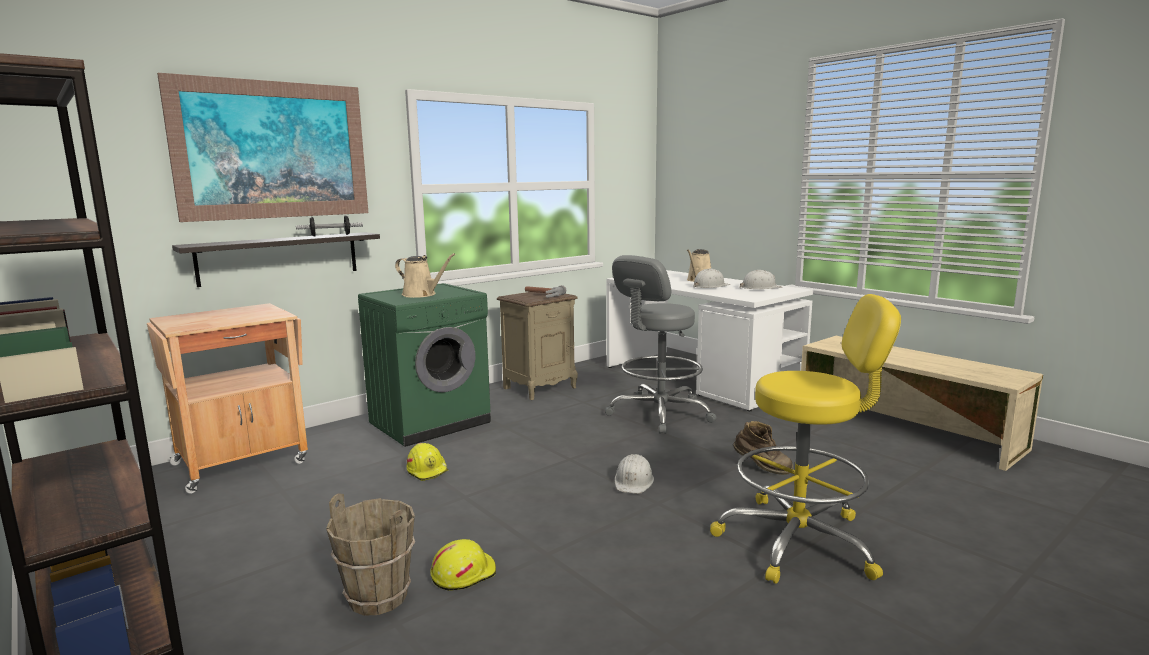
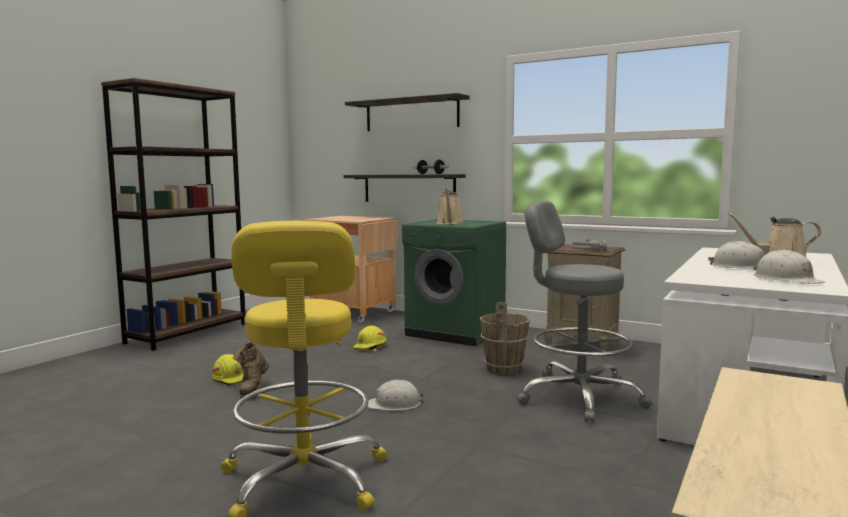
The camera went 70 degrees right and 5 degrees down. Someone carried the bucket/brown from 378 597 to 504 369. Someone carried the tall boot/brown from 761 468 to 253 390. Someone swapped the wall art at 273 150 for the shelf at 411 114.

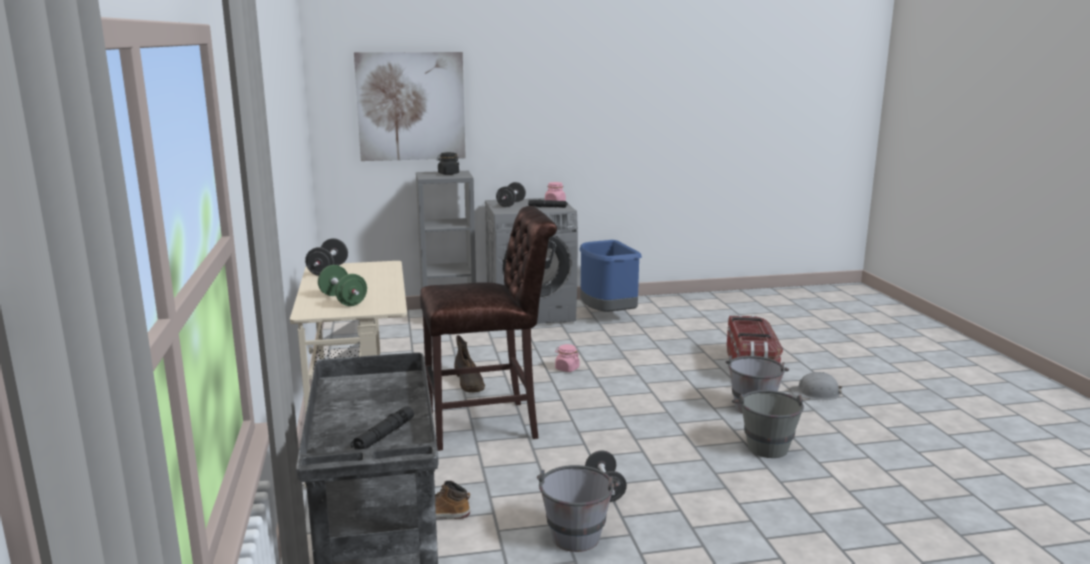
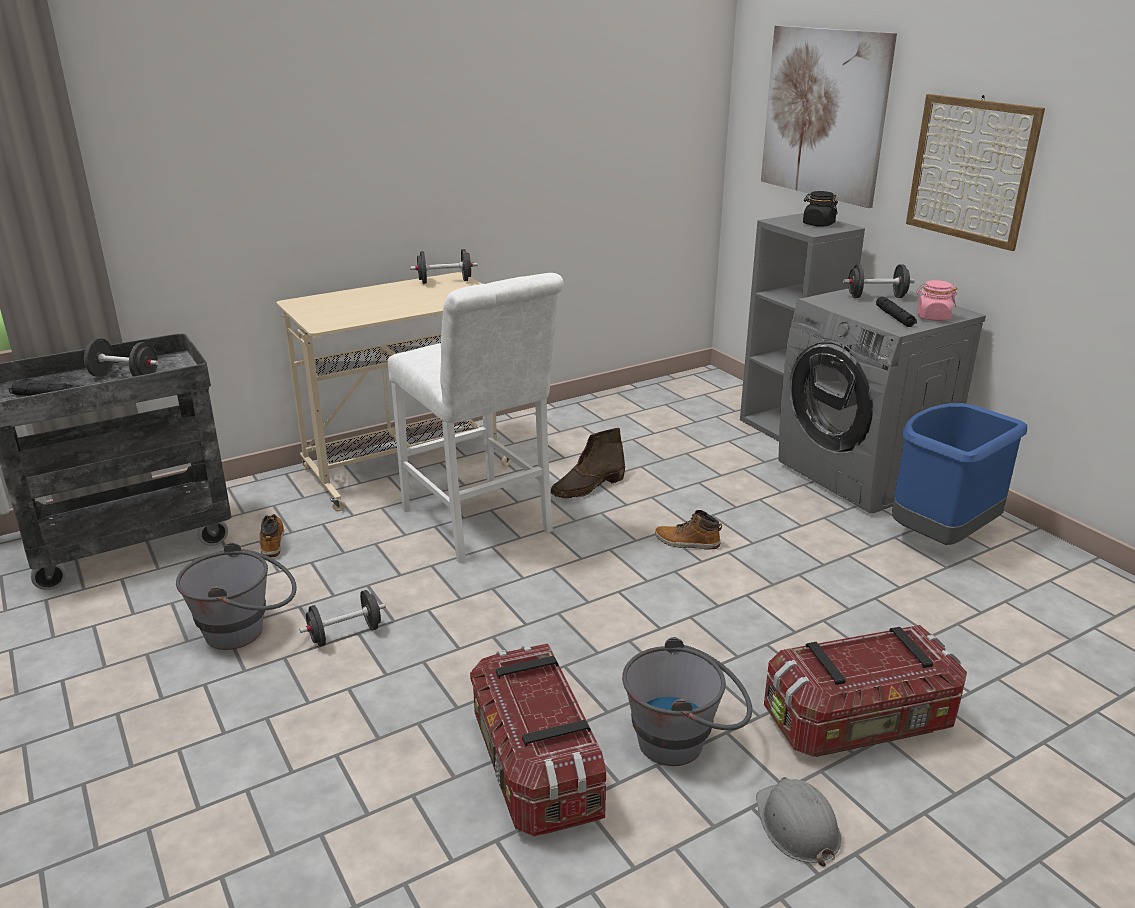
The camera went 70 degrees right and 10 degrees up. Someone took away the hand weight/green at 343 300. Someone put down the hand weight/black at 125 377. Someone put up the wall art at 971 167. Someone swapped the jar/pink at 567 368 for the tall boot at 687 543. Someone swapped the bucket/gray at 765 444 for the storage container at 535 768. Someone repainted the stool seat/brown at 489 424, which became the stool seat/white at 480 524.

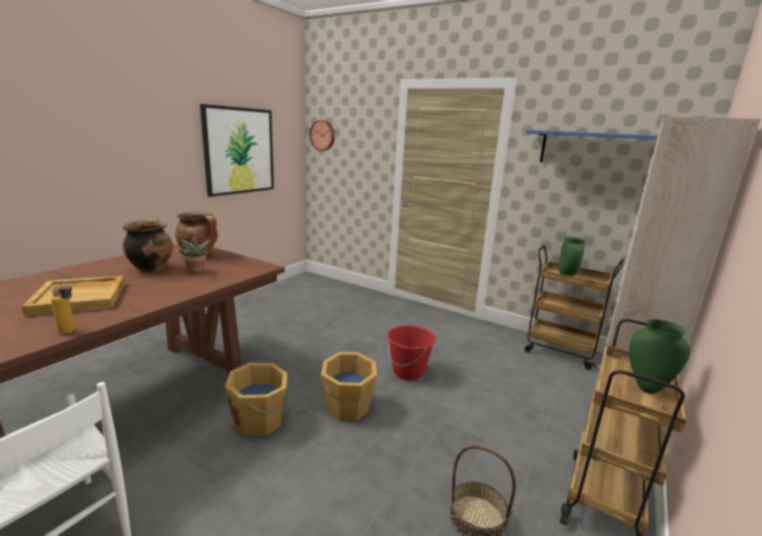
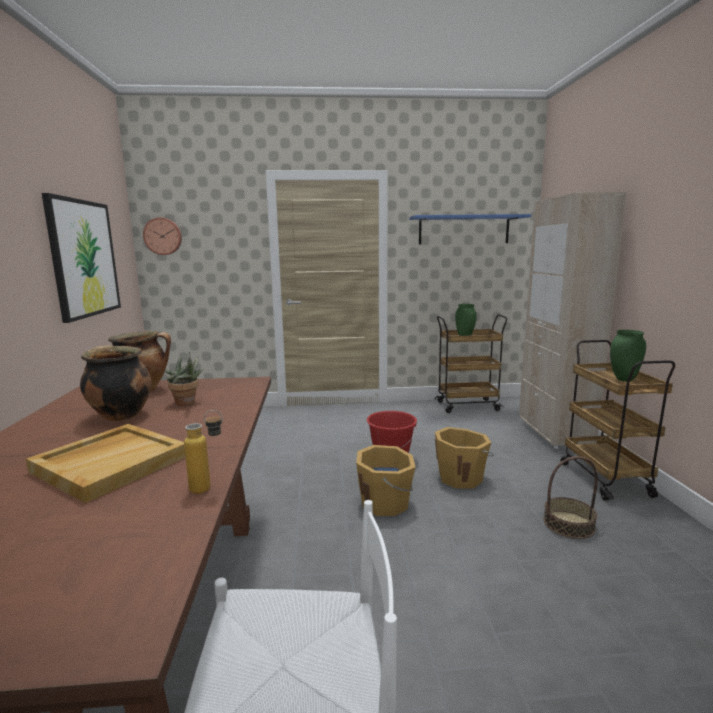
The camera went 35 degrees left and 5 degrees down. Someone carried the bucket/orangey from 260 421 to 461 478.

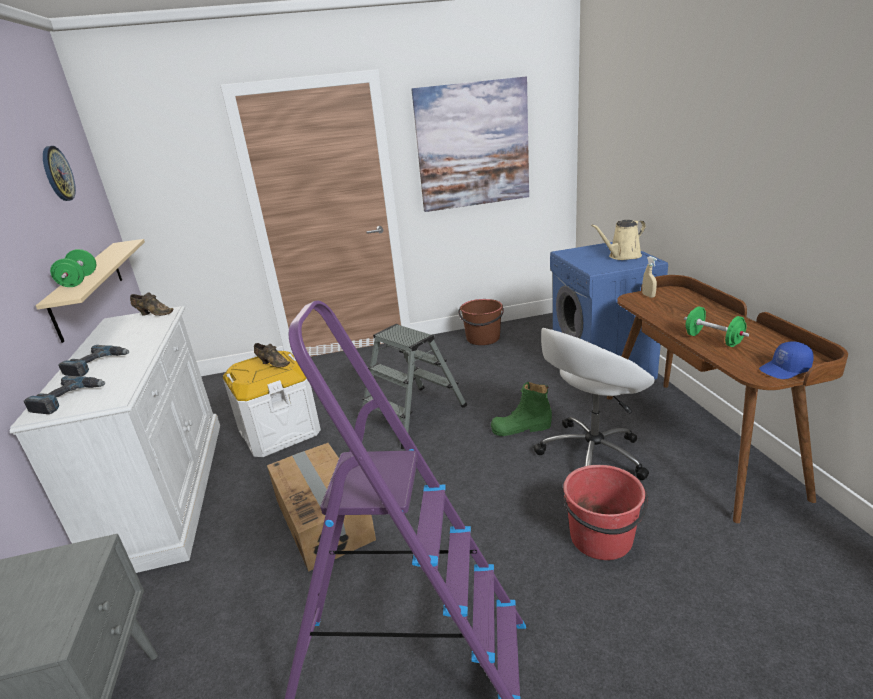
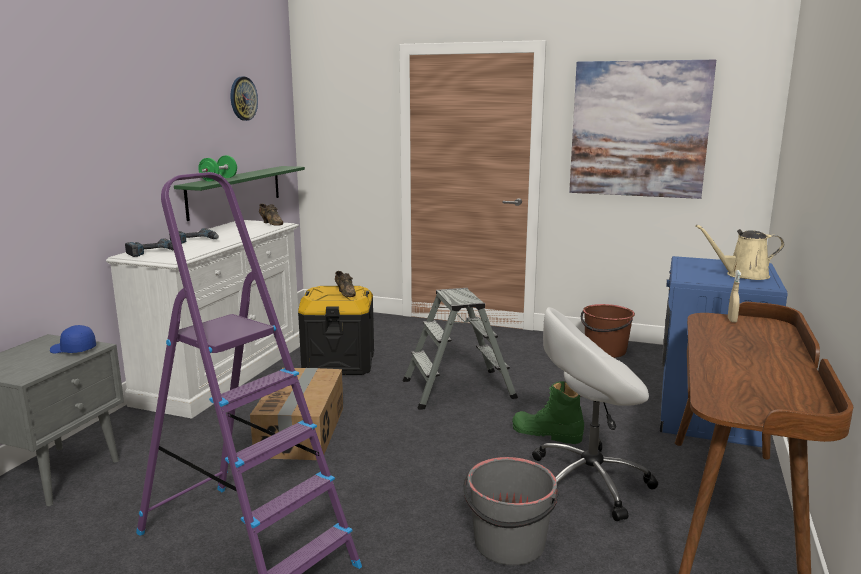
The camera went 30 degrees right and 10 degrees down. Someone took away the hand weight/green at 713 340. Someone carried the peaked cap/blue from 785 370 to 72 350. Someone repainted the shelf/beige-coloured at 88 288, which became the shelf/green at 235 191. Someone repainted the storage container/white at 279 431, which became the storage container/black at 339 362. Someone repainted the bucket/reddish at 601 538, which became the bucket/gray at 509 544.

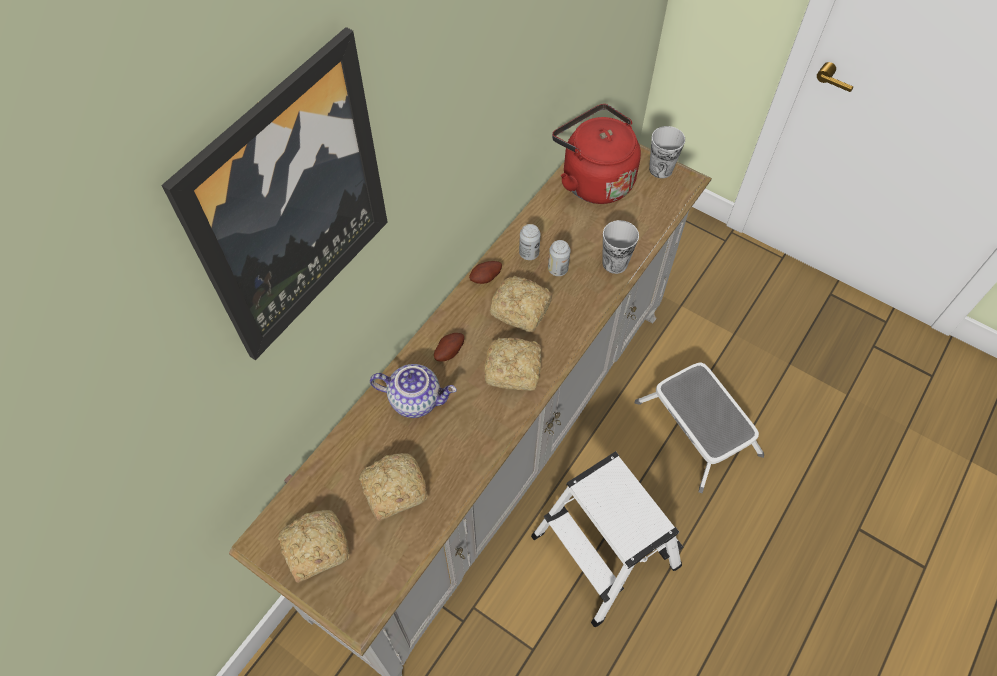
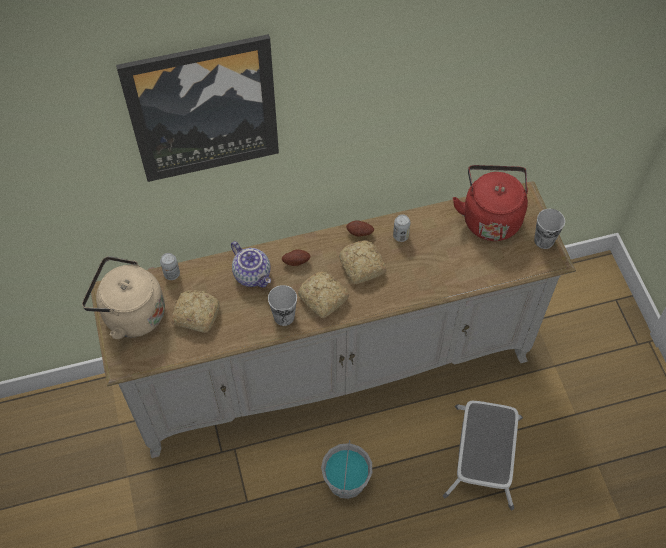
The camera went 40 degrees right and 0 degrees up. Someone carried the metal can from 558 269 to 172 274. Someone carried the cup from 615 263 to 284 316. Someone swapped the baked bread at 314 548 for the kettle/beige-coloured at 130 314. Someone swapped the step stool/white at 605 549 for the bucket/gray at 345 481.

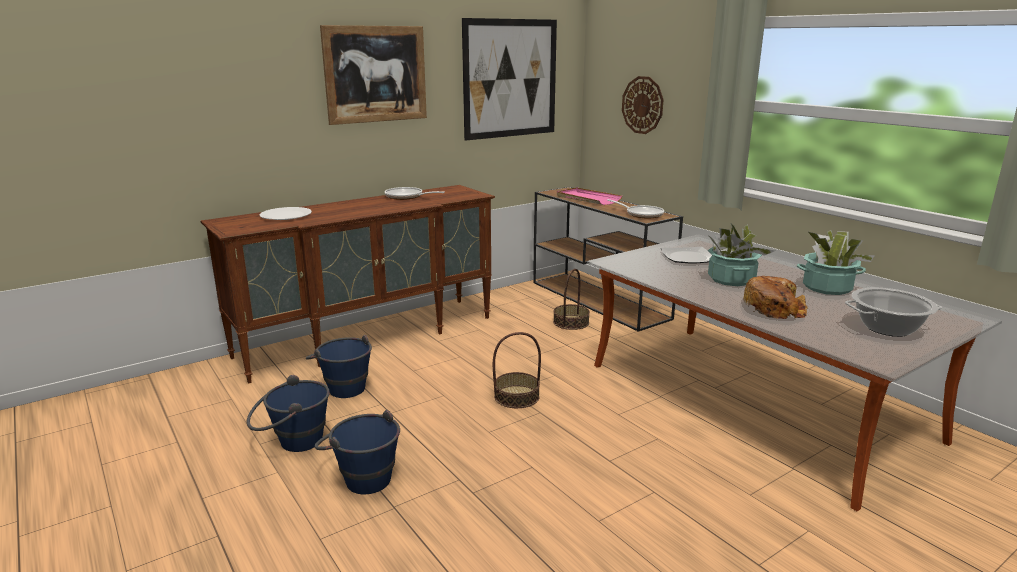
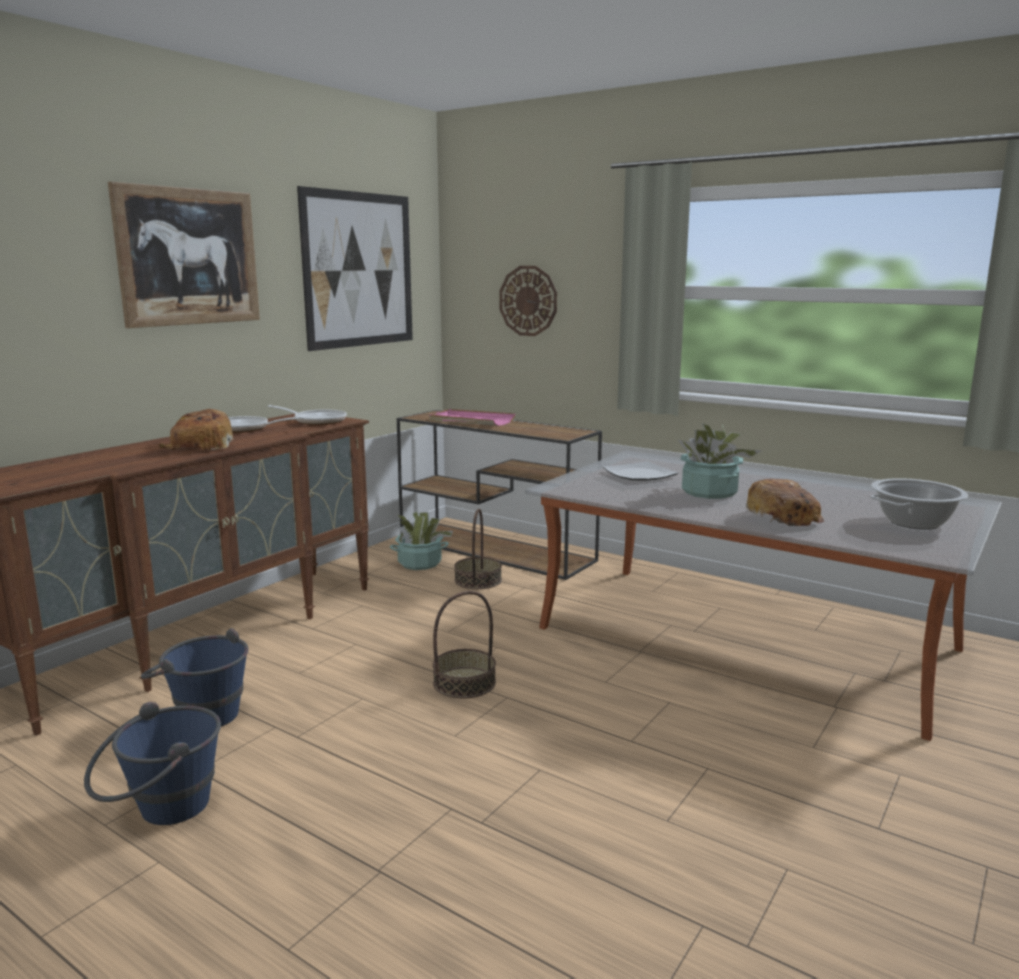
The camera went 20 degrees left and 5 degrees down. Someone took away the plate/white at 286 215. Someone took away the bucket/blue at 361 476. Someone put down the baked bread at 197 446. Someone carried the frying pan from 642 214 to 316 421. Someone carried the potted plant from 827 287 to 420 563.

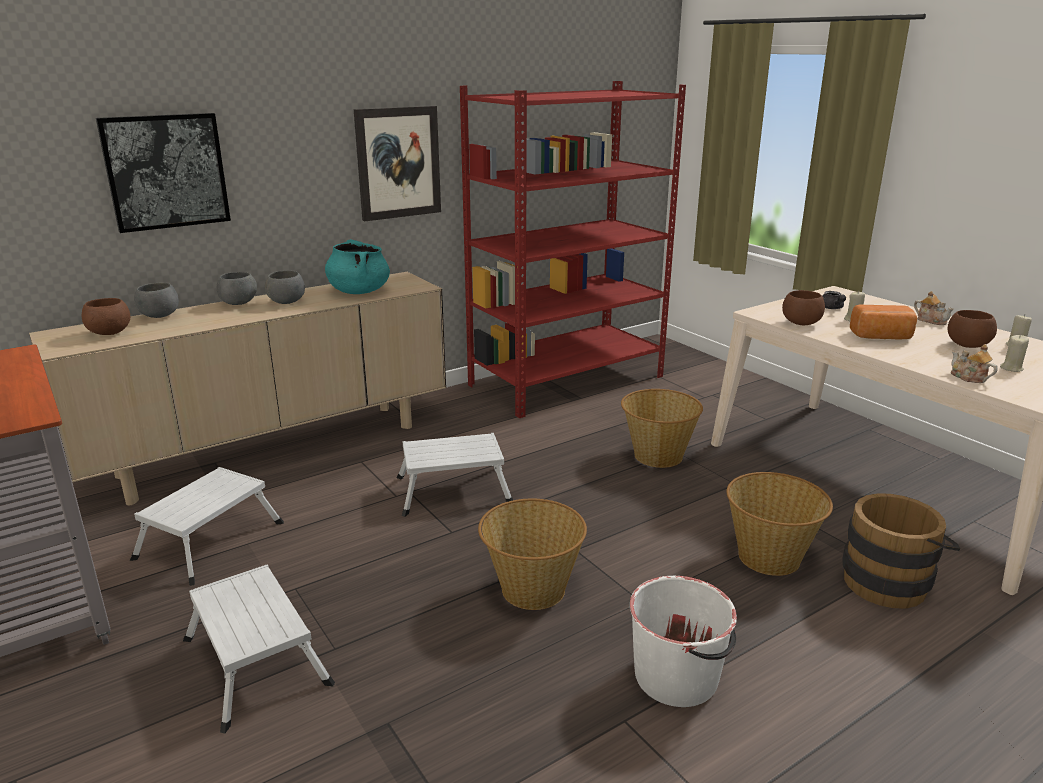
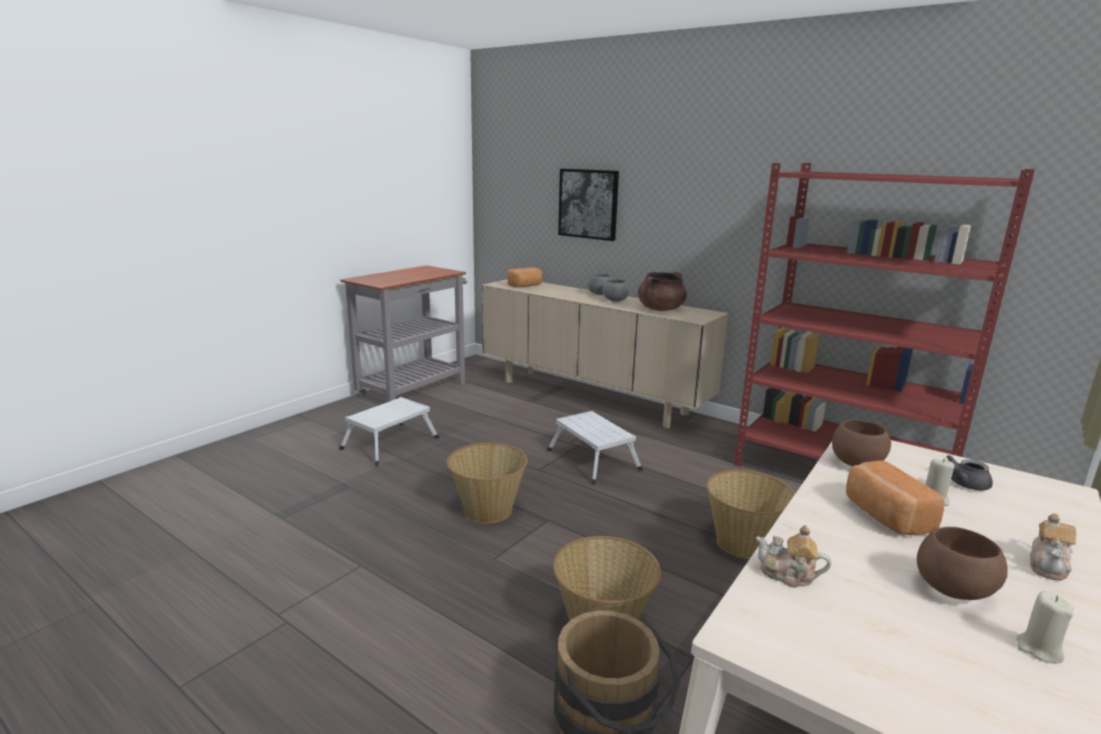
The camera went 70 degrees right and 5 degrees down. Someone took away the step stool/white at 210 540. Someone took away the serving bowl/gray at 159 316. Someone took away the wall art at 398 163. Someone took away the bucket/white at 677 677. Someone took away the wax candle/beige-coloured at 1011 368. Someone swapped the serving bowl/brown at 109 333 for the baked bread at 526 286. Someone repainted the saucepot/blue-green at 359 291, which became the saucepot/brown at 661 309. Someone rotated the tea pot at 968 377 by 105 degrees counterclockwise.

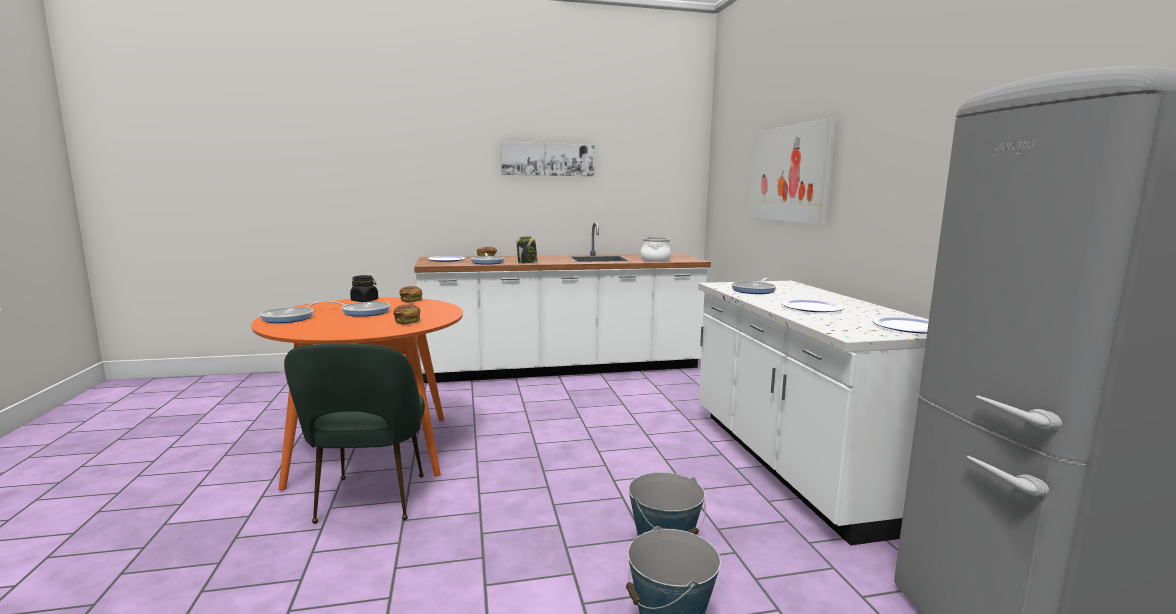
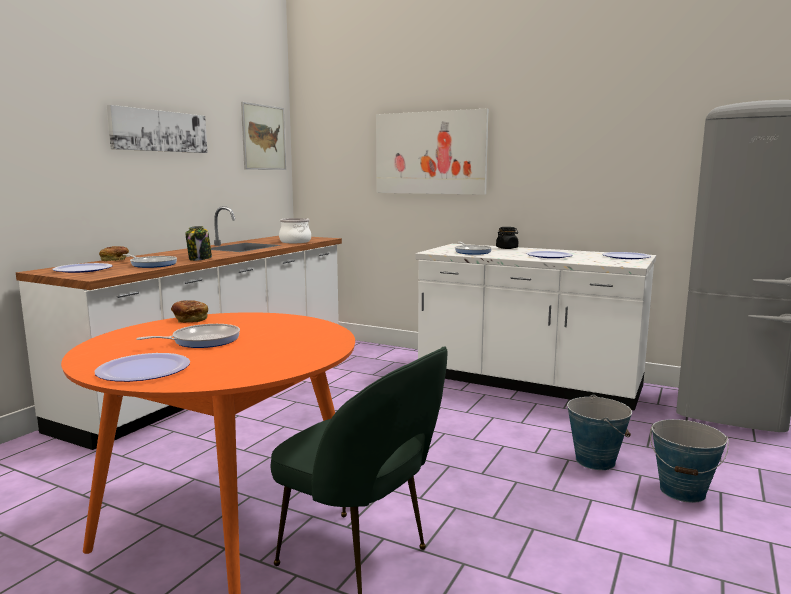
The camera went 50 degrees left and 0 degrees up. Someone took away the baked bread at 407 321. Someone put up the wall art at 264 137. Someone carried the jar/black from 365 300 to 507 248. Someone swapped the frying pan at 290 317 for the plate at 144 370.

